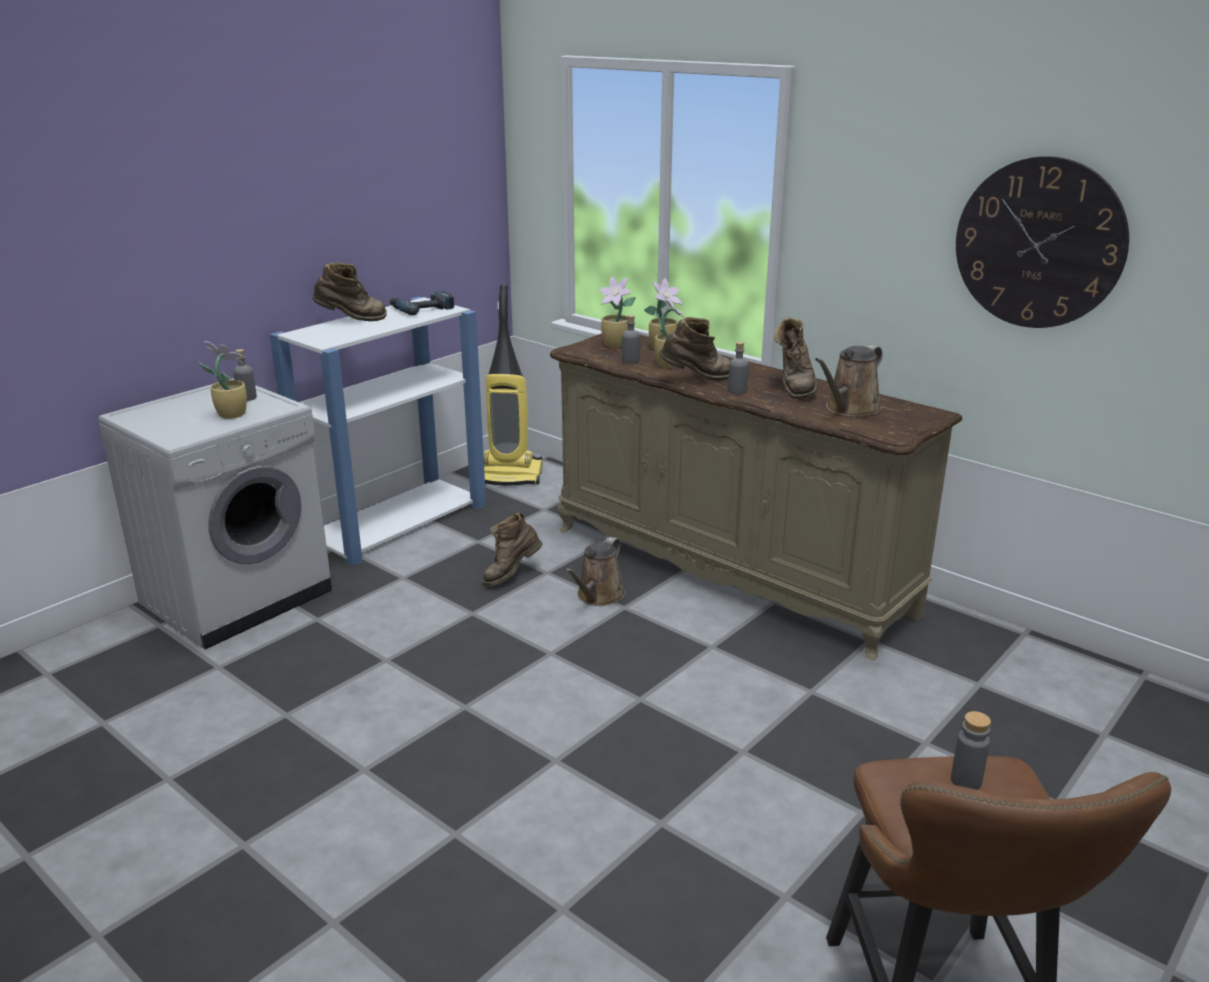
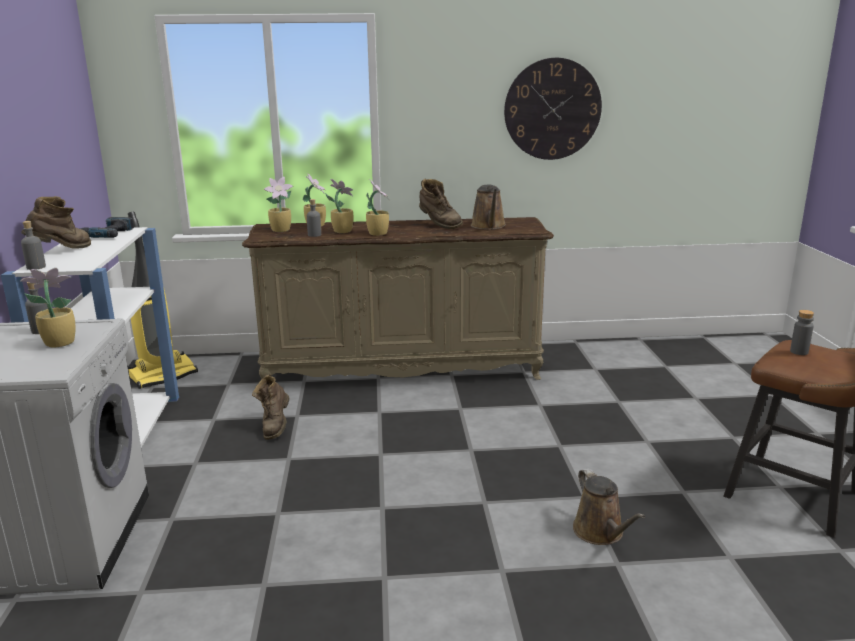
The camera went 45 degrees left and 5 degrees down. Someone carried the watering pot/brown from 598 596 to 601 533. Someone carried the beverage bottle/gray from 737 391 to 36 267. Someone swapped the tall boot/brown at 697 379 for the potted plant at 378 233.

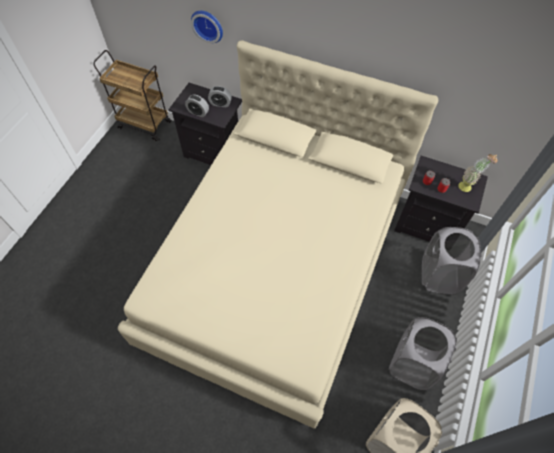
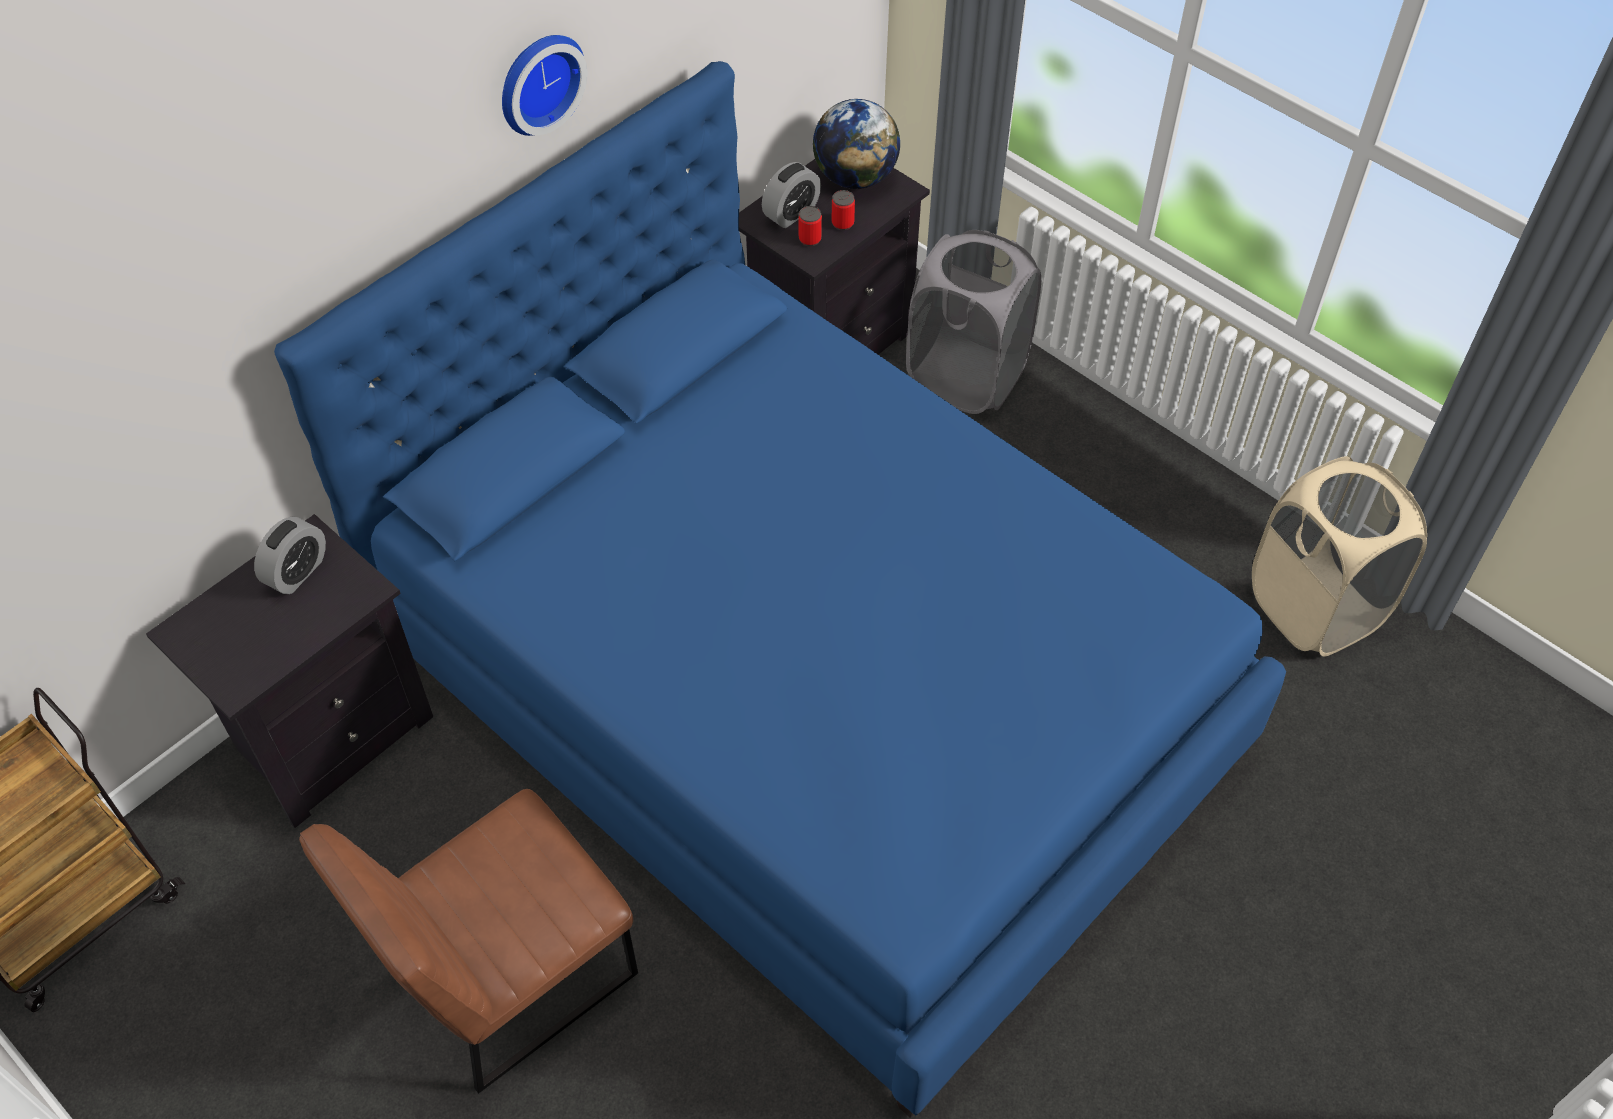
The camera went 70 degrees left and 5 degrees down. Someone took away the washing basket/gray at 412 364. Someone put down the plain chair/brown at 507 976. Someone carried the table clock from 198 112 to 791 213. Someone carried the hanging clock from 208 25 to 537 81. Someone swapped the potted plant at 468 186 for the globe at 855 177. Someone repainted the sleeping bed/beige-coloured at 277 266, which became the sleeping bed/blue at 805 689.

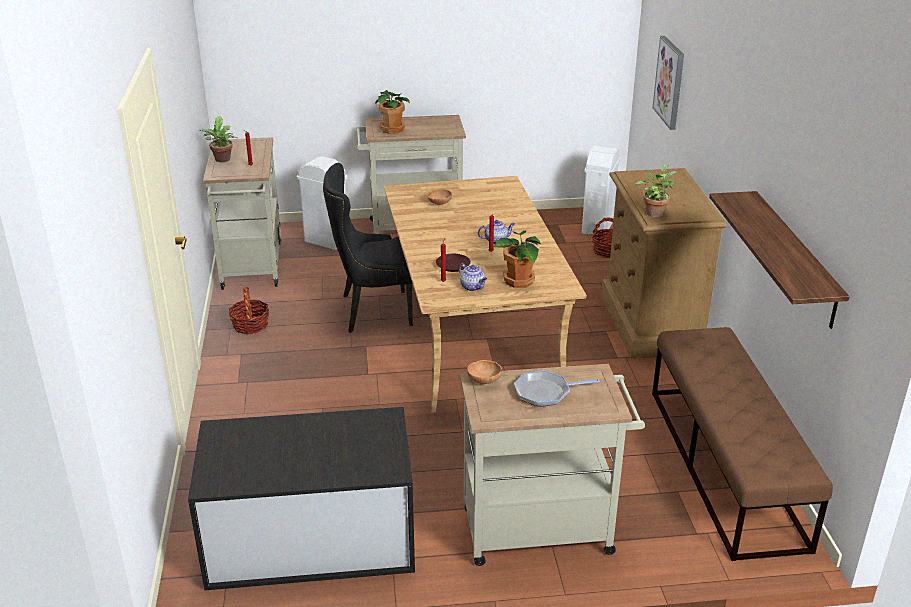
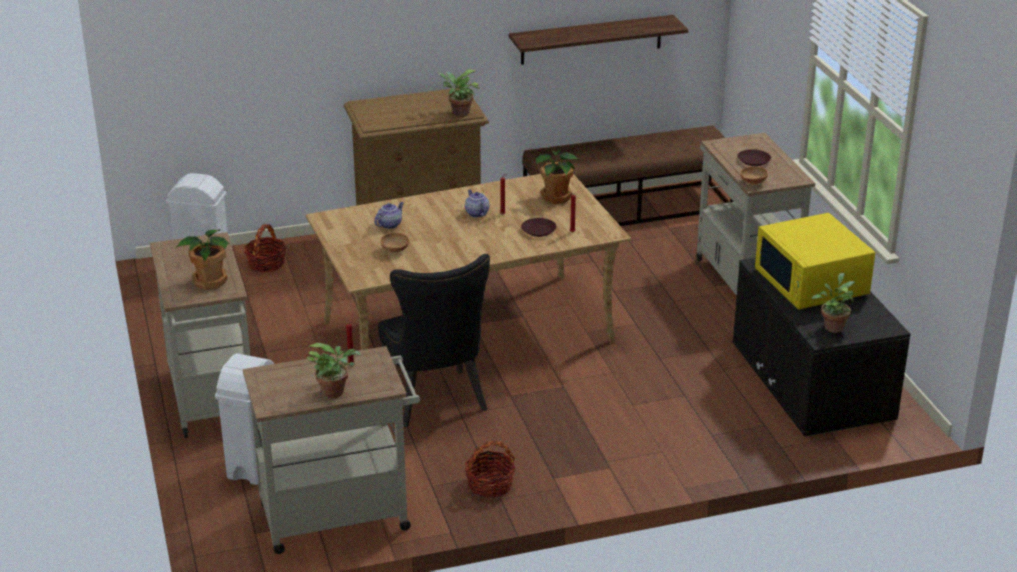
The camera went 100 degrees left and 0 degrees up. Someone took away the wall art at 670 82. Someone put down the microwave oven/yellowish at 811 283. Someone put down the potted plant at 833 326. Someone carried the tea pot from 473 287 to 390 224. Someone swapped the frying pan at 545 392 for the plate/brown at 753 160.

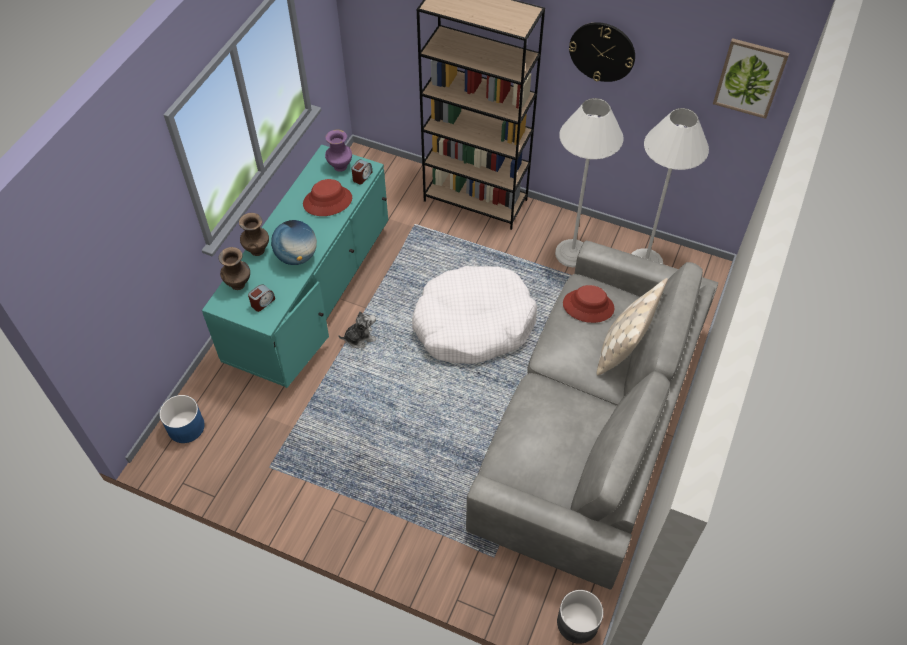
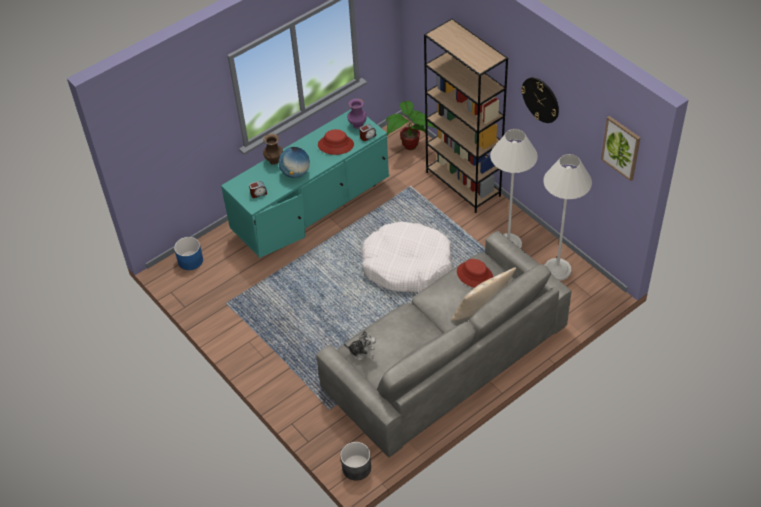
The camera went 30 degrees right and 5 degrees down. Someone took away the decorative vase/brown at 239 284. Someone put down the potted plant at 409 147. Someone carried the plush toy from 360 337 to 362 352.

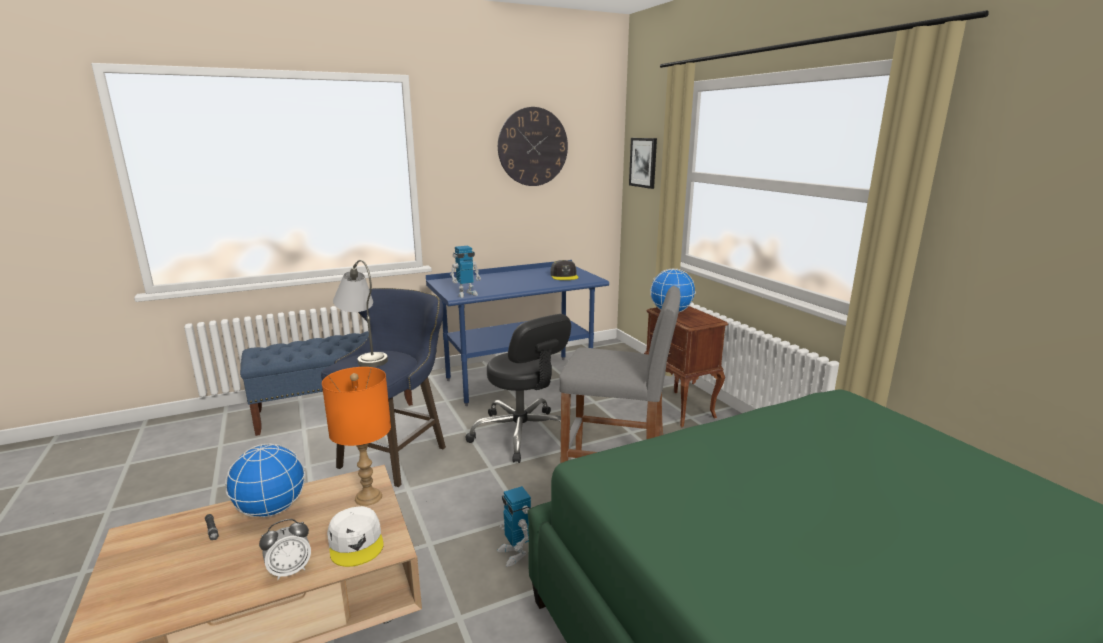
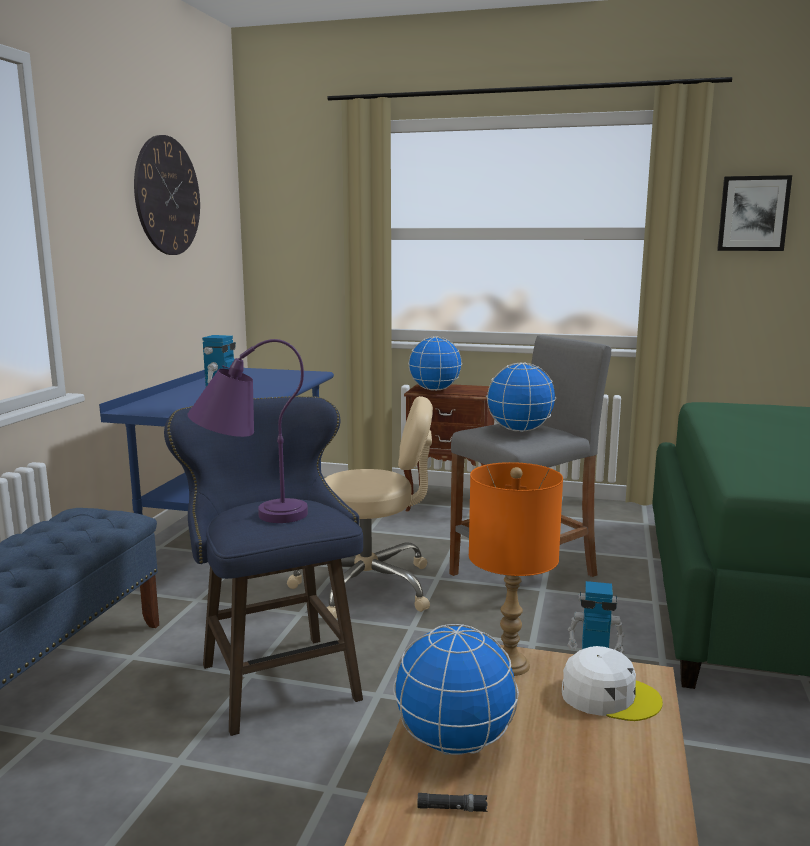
The camera went 50 degrees left and 5 degrees down. Someone took away the table clock at 290 570. Someone took away the peaked cap/gray at 564 276. Someone put down the globe at 520 430. Someone carried the wall art from 643 162 to 753 213. Someone repainted the table lamp/gray at 365 356, which became the table lamp/purplish at 249 514. Someone repainted the desk chair/black at 523 436, which became the desk chair/beige-coloured at 373 587.

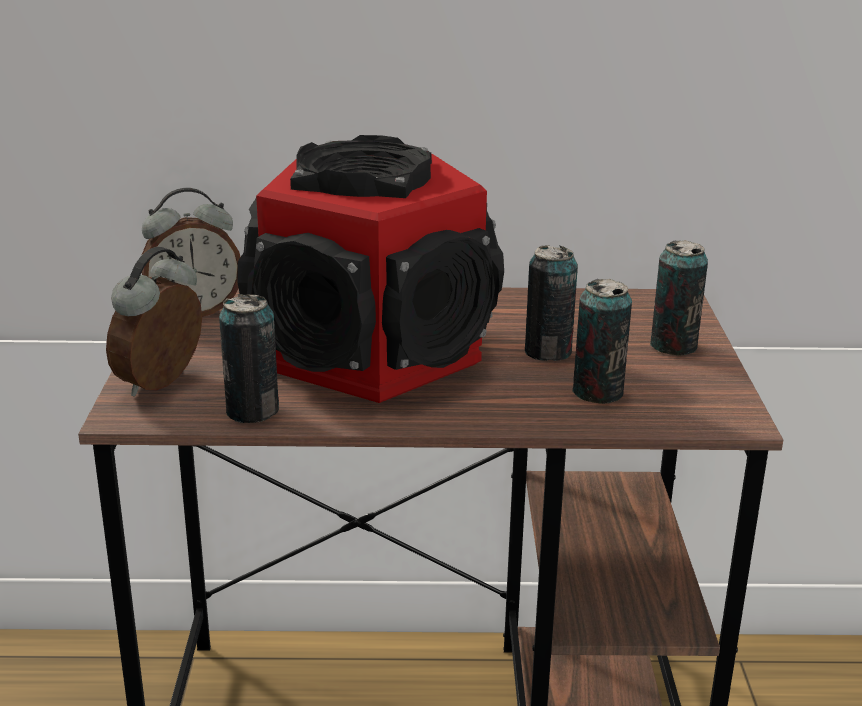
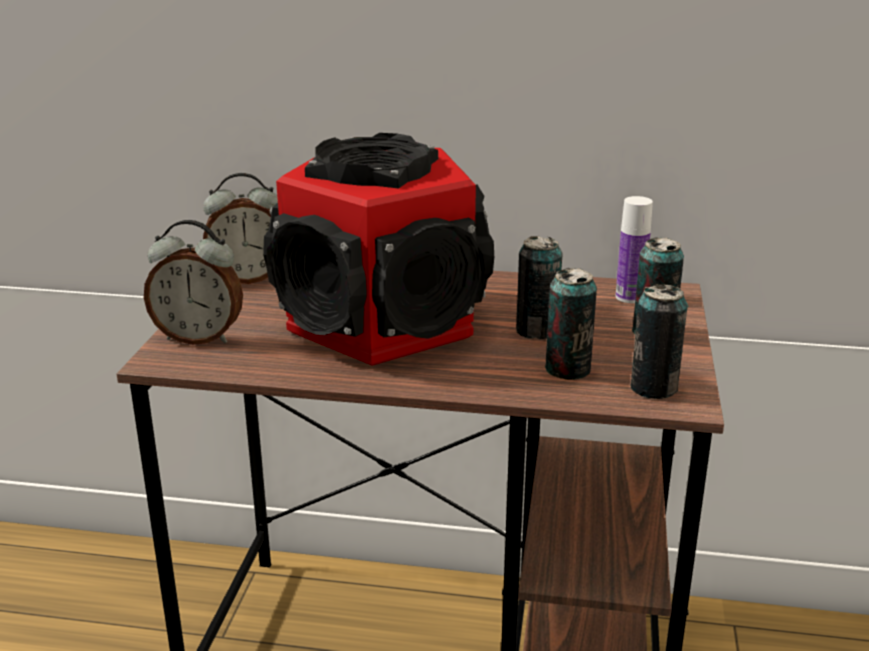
The camera went 10 degrees right and 0 degrees up. Someone put down the beverage bottle at 629 297. Someone carried the metal can from 252 411 to 653 388. Someone rotated the table clock at 163 384 by 120 degrees counterclockwise.

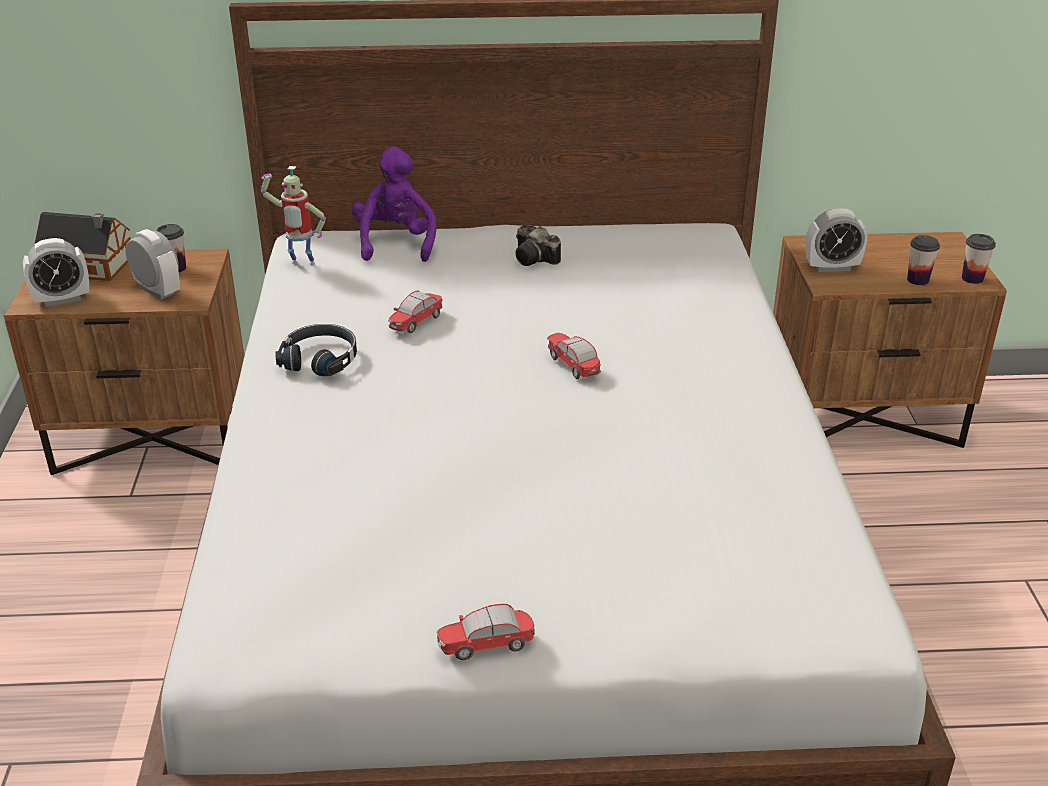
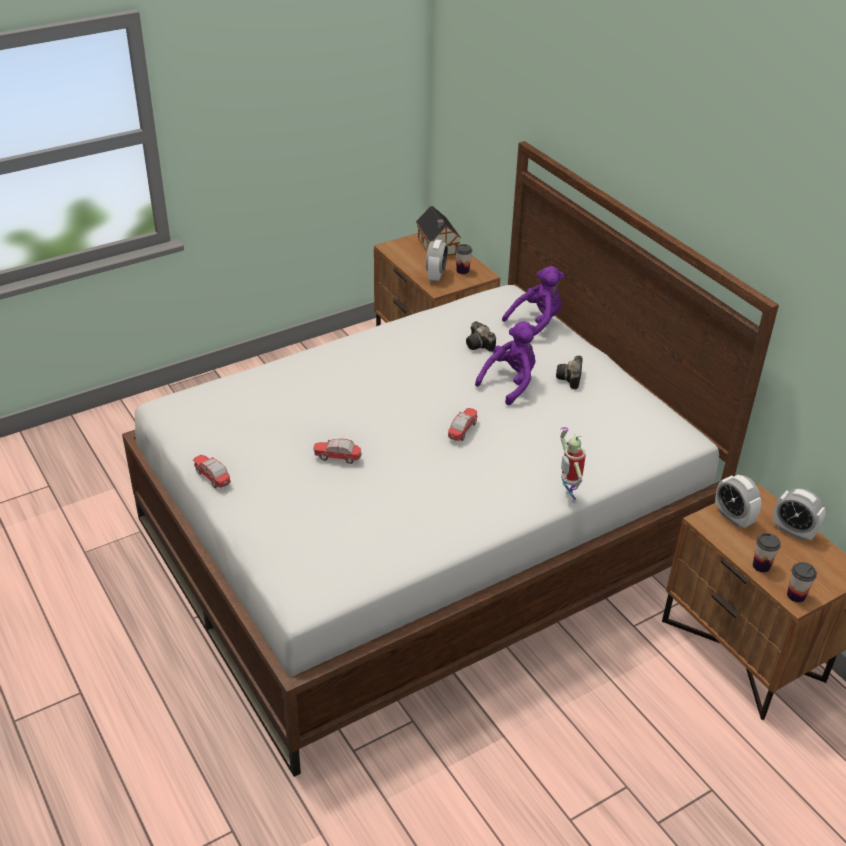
The camera went 60 degrees right and 5 degrees up. Someone took away the pair of headphones/black at 320 359. Someone put down the photo camera at 480 345. Someone put down the plush toy/purplish at 510 383. Someone carried the table clock from 62 299 to 793 531. Someone carried the robot figure from 301 265 to 568 497. Someone carried the model car from 416 323 to 337 458.

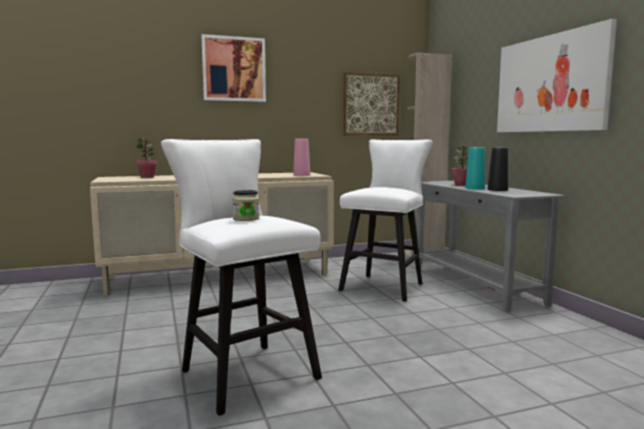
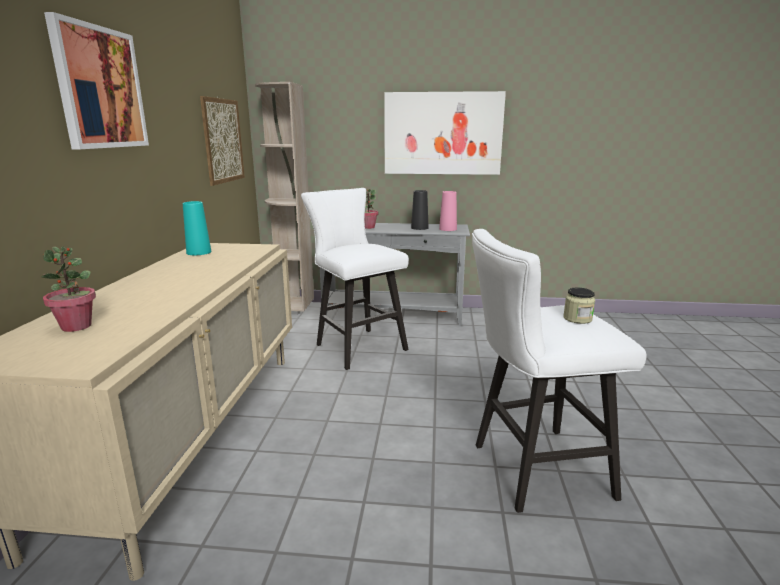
The camera went 65 degrees left and 10 degrees up. Someone carried the decorative vase/pink from 301 175 to 448 229. Someone carried the decorative vase/blue-green from 475 188 to 199 252.

